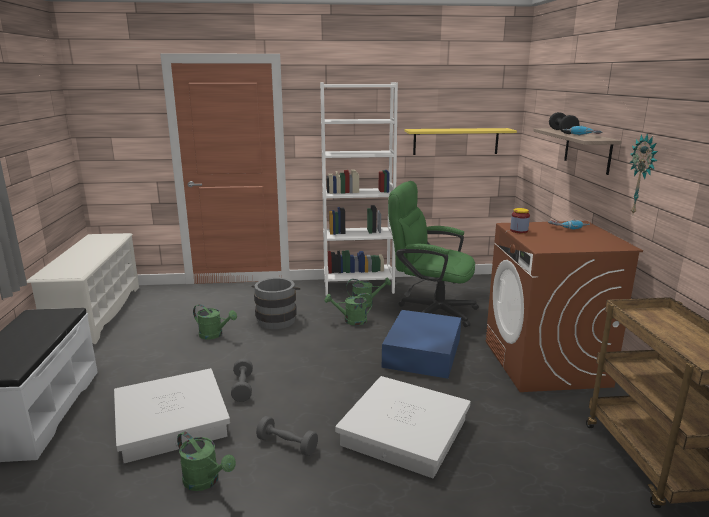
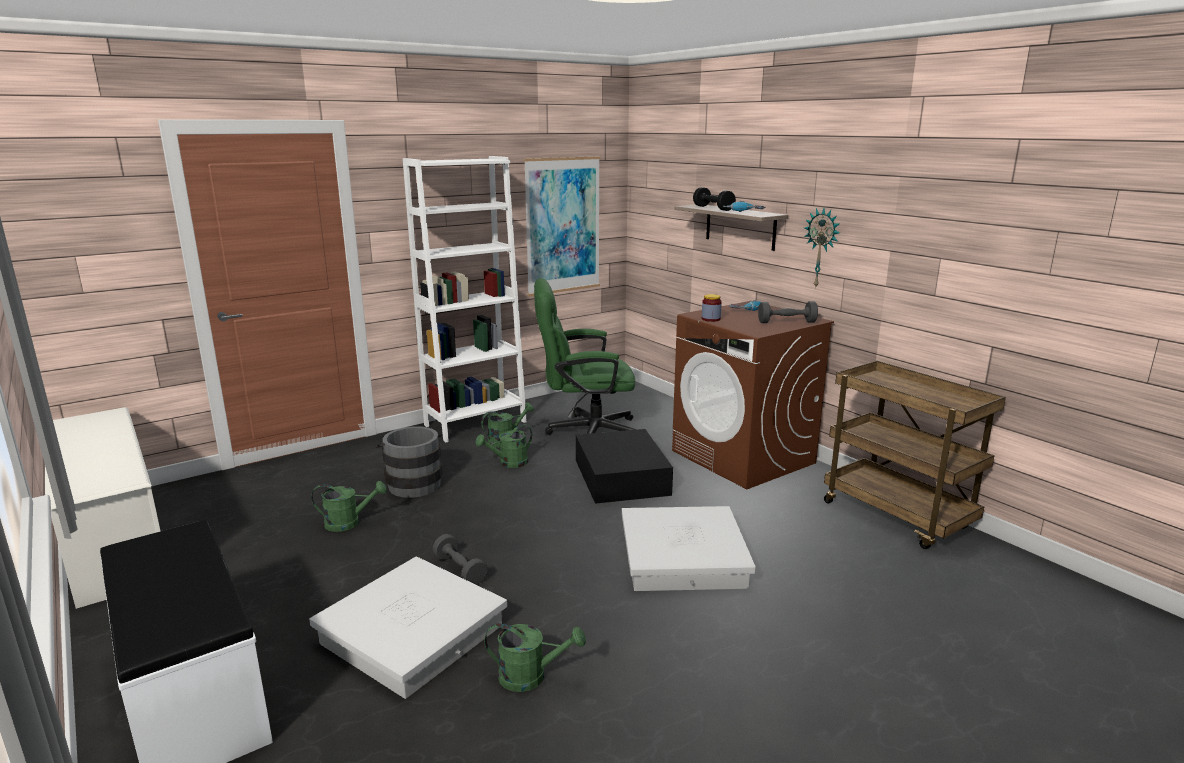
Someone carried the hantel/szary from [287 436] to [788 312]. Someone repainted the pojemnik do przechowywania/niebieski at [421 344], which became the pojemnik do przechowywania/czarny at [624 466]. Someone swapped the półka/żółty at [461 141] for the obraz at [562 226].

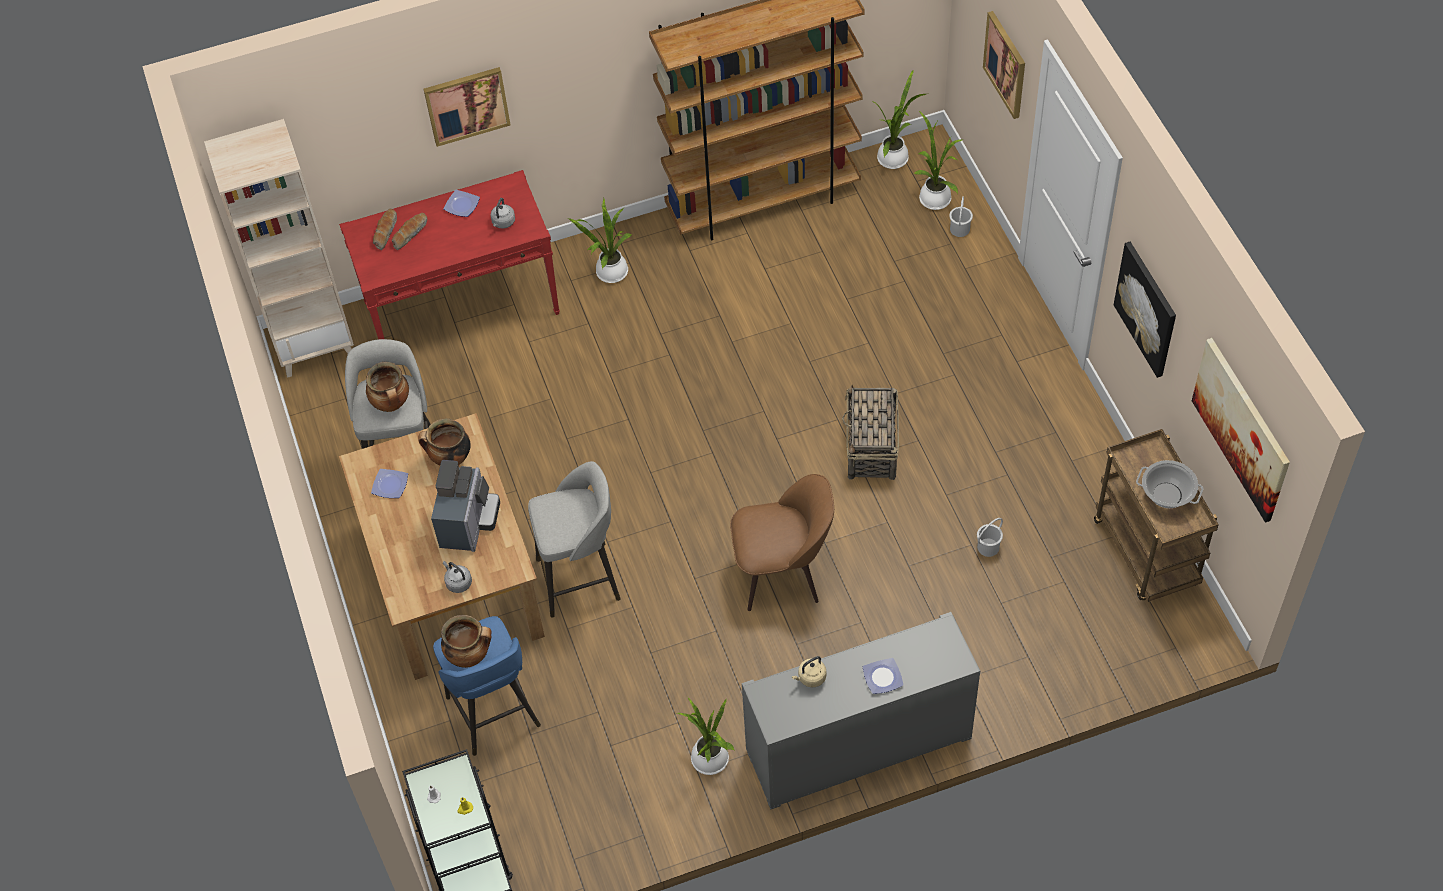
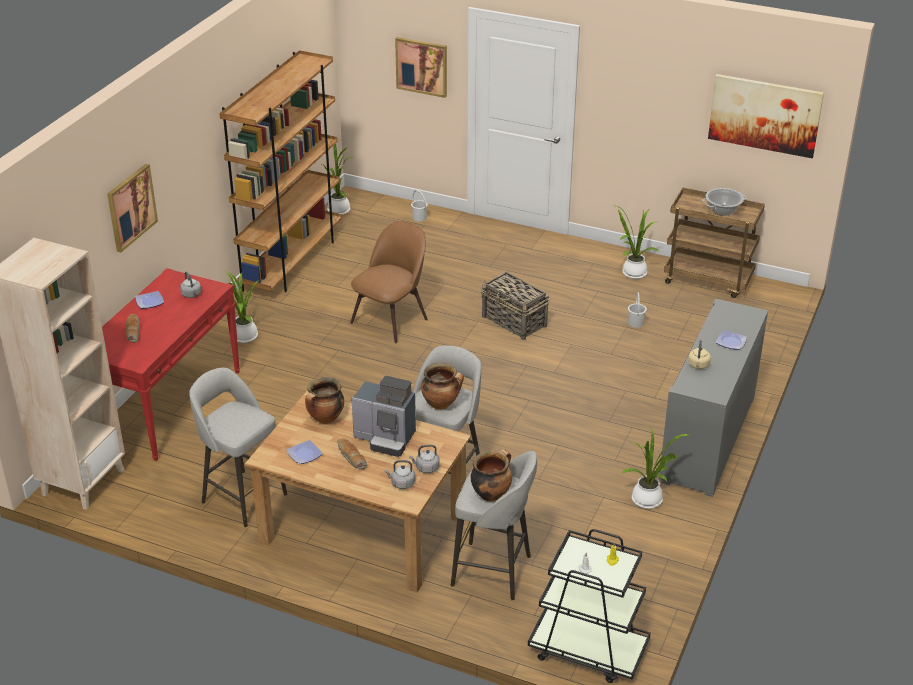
Someone carried the garnek from [387 387] to [442 386]. Someone carried the chleb from [385 229] to [352 454]. Someone rotated the ekspres do kawy at [465 506] by 150 degrees clockwise. Someone repainted the stołek/niebieski at [487 686], which became the stołek/szary at [494 525]. Someone carried the krzesło/brązowy from [782 542] to [389 282]. Someone carried the roślina doniczkowa from [938 160] to [635 242]. Someone took away the obraz at [1145 310]. Someone put down the czajnik/szary at [399 474].

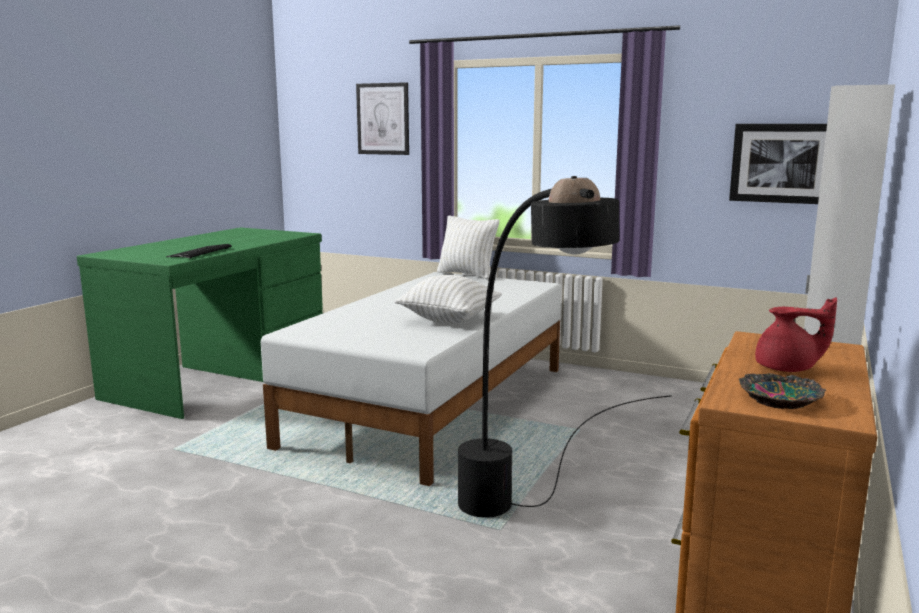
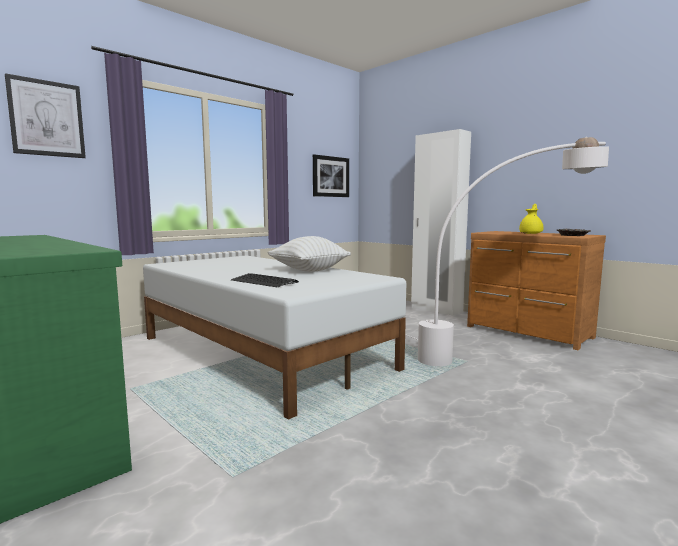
Someone carried the klawiatura from [199 251] to [265 280]. Someone took away the poduszka/biały at [468 247]. Someone repainted the lampa stojąca/czarny at [565 347], which became the lampa stojąca/biały at [507 251]. Someone repainted the imbryk/czerwony at [796 334], which became the imbryk/żółty at [531 219].

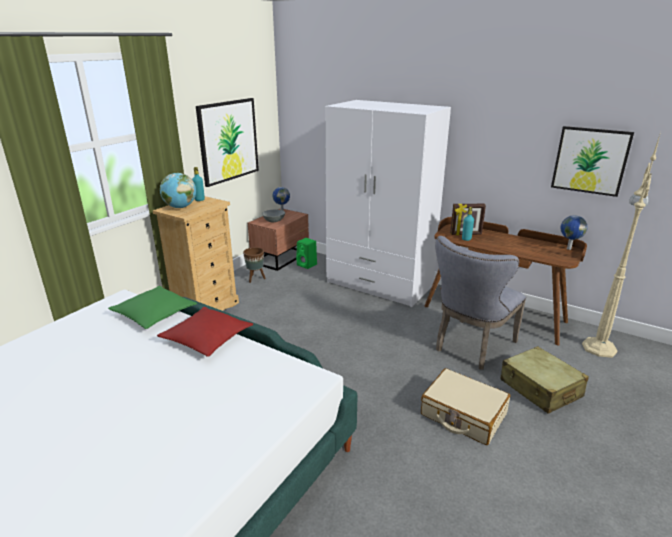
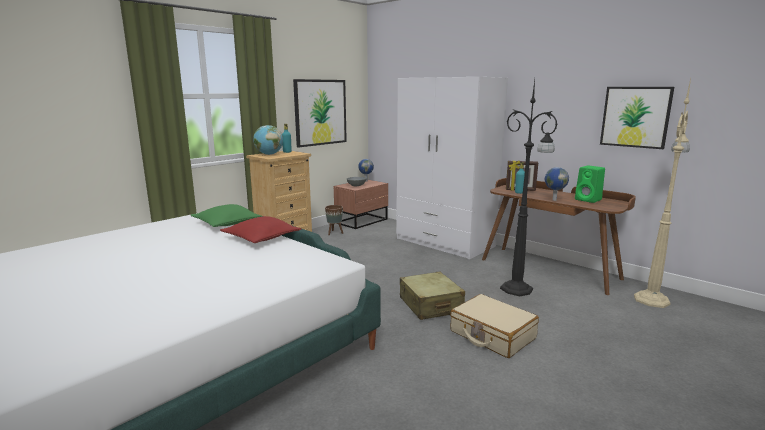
Someone carried the głośnik/zielony from [306 253] to [590 184]. Someone swapped the krzesło/szary at [480 303] for the lampa stojąca/czarny at [529 188]. Someone carried the walizka/beżowy from [544 380] to [432 295]. Someone carried the globus from [574 232] to [557 184].

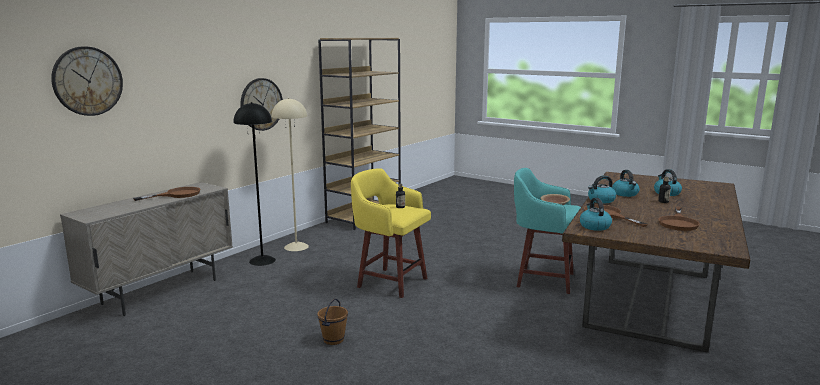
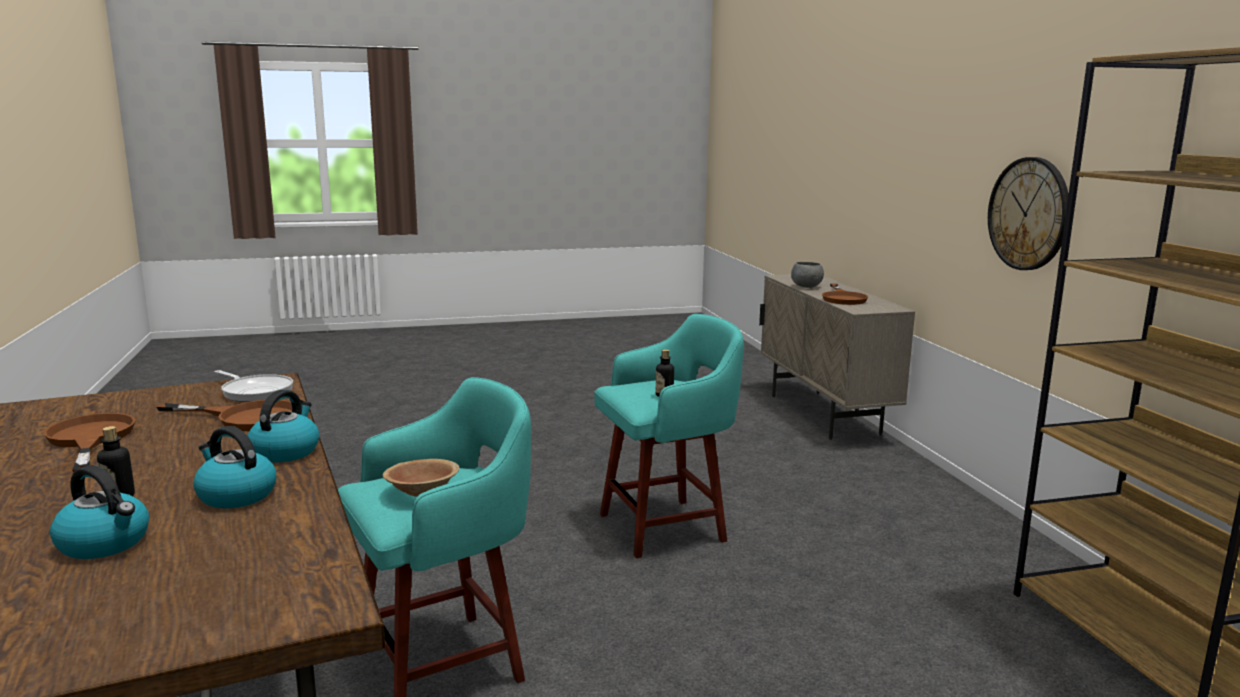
Someone took away the zegar ścienny at [87 81]. Someone took away the lampa stojąca/czarny at [255 184]. Someone took away the lampa stojąca/beżowy at [290 174]. Someone took away the wiadro/brązowy at [332 322]. Someone repainted the stołek/żółty at [391 233], which became the stołek/turkusowy at [669 436]. Someone swapped the czajnik at [596 214] for the patelnia at [254 386]. Someone put down the miska/szary at [807 275].

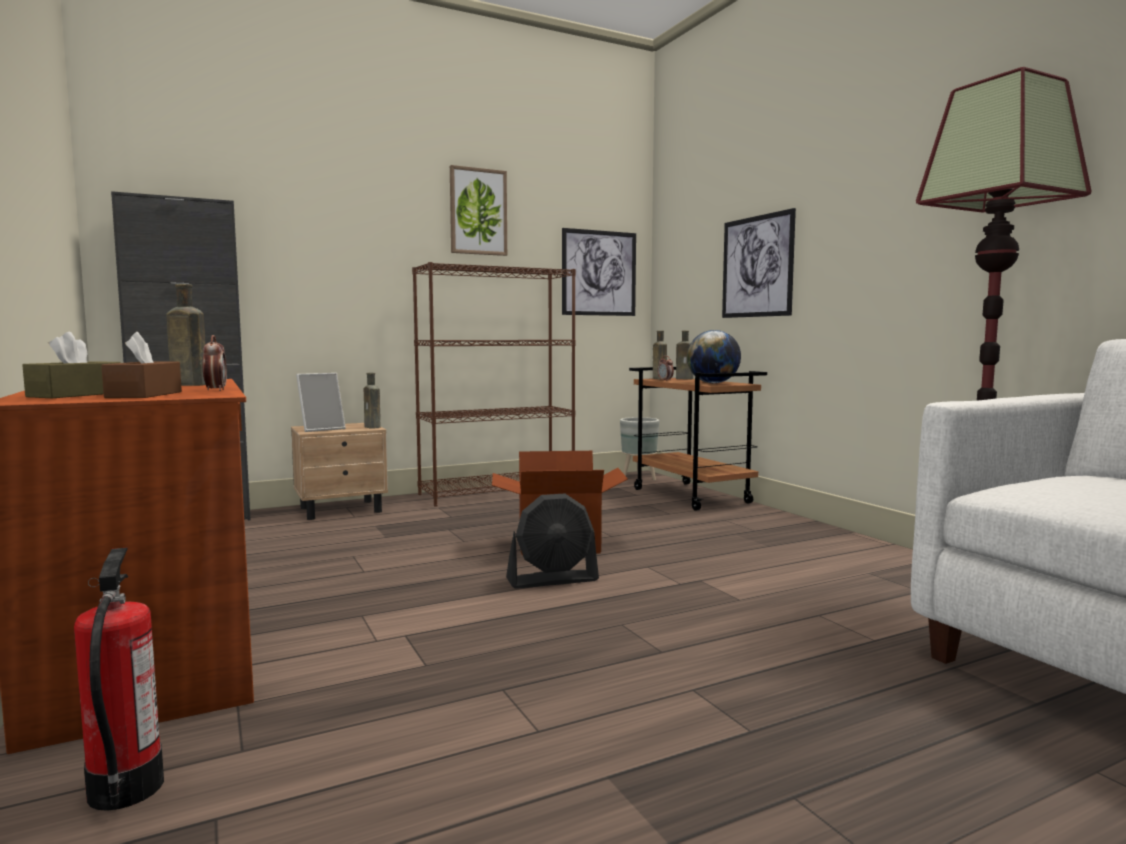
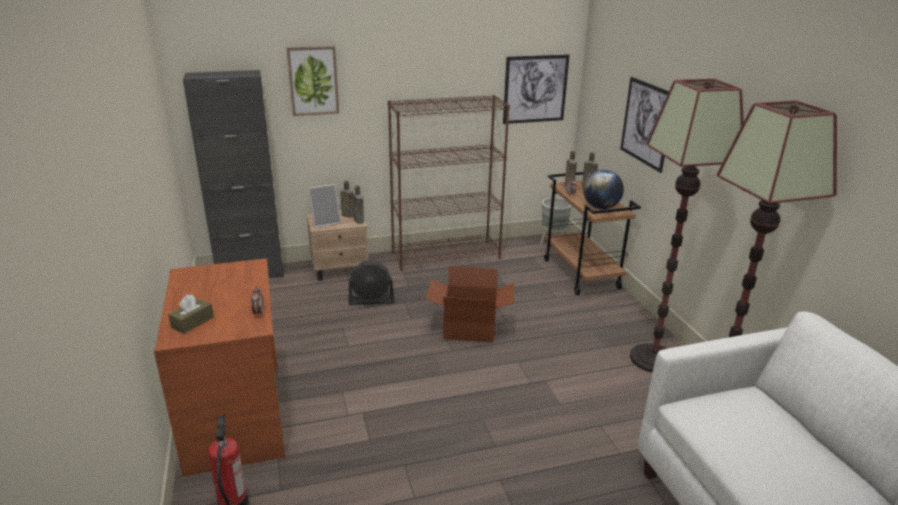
Someone took away the pudełko chusteczek/brązowy at [141 365]. Someone carried the butelka/brązowy from [186 335] to [347 199]. Someone carried the obraz from [478 210] to [313 81]. Someone carried the wentylator/czarny from [552 541] to [371 282]. Someone put down the lampa stojąca at [687 226].

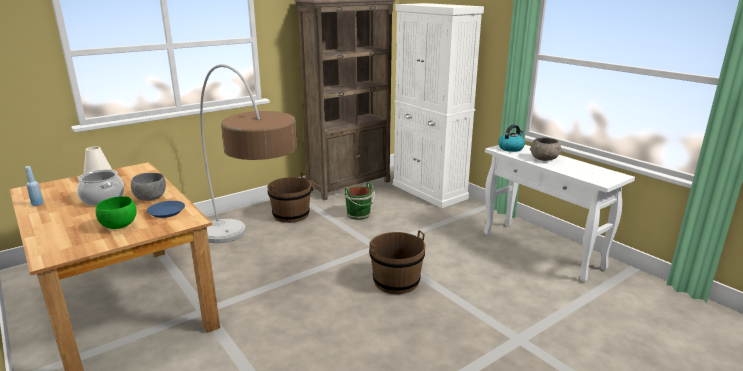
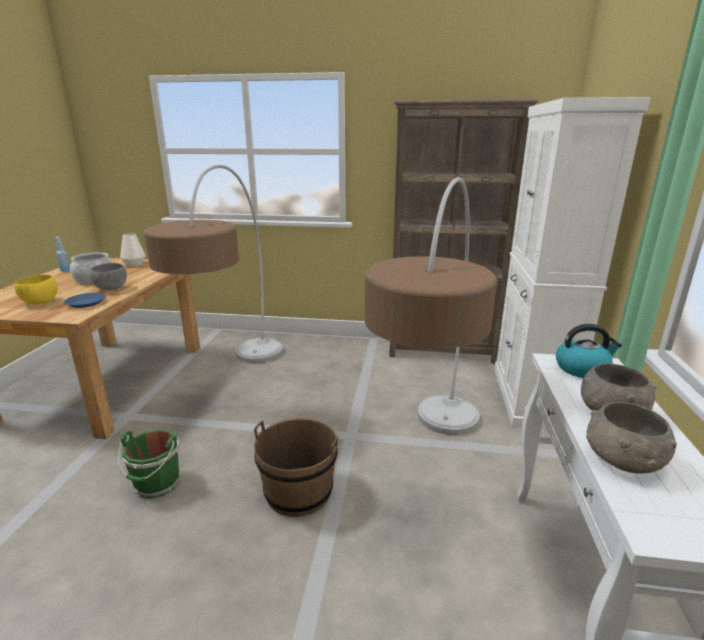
Someone repainted the miska/zielony at [116 212], which became the miska/żółty at [36 290]. Someone took away the wiadro/brązowy at [289 197]. Someone carried the wiadro/zielony from [359 201] to [149 464]. Someone put down the lampa stojąca at [431 306]. Someone put down the miska/szary at [631 438].

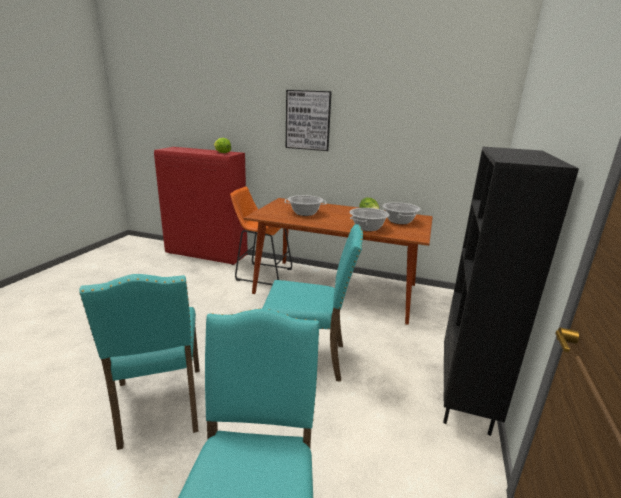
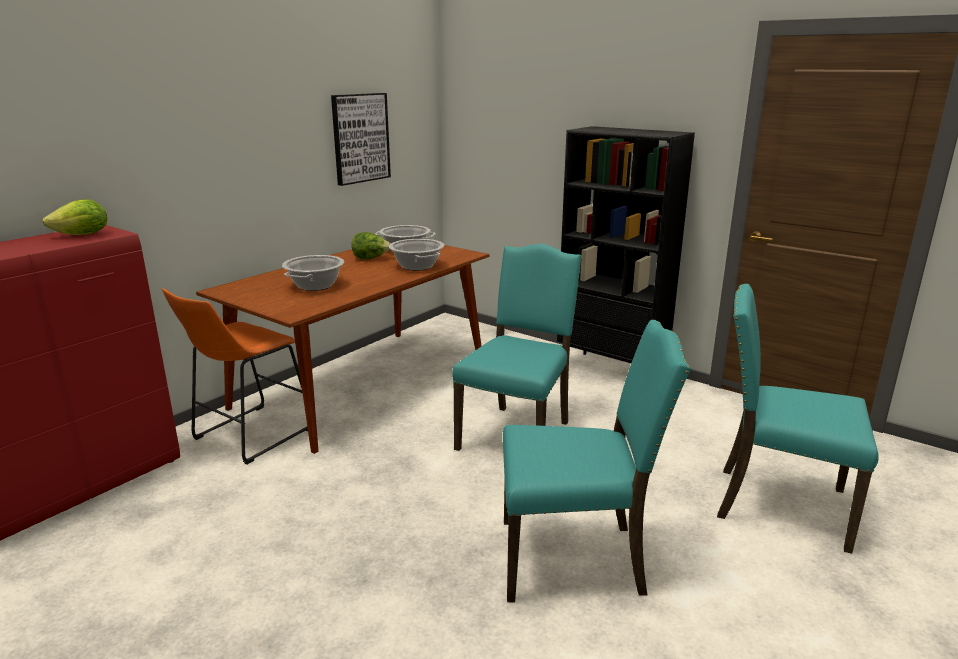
Someone carried the obraz from [309 120] to [361 139].

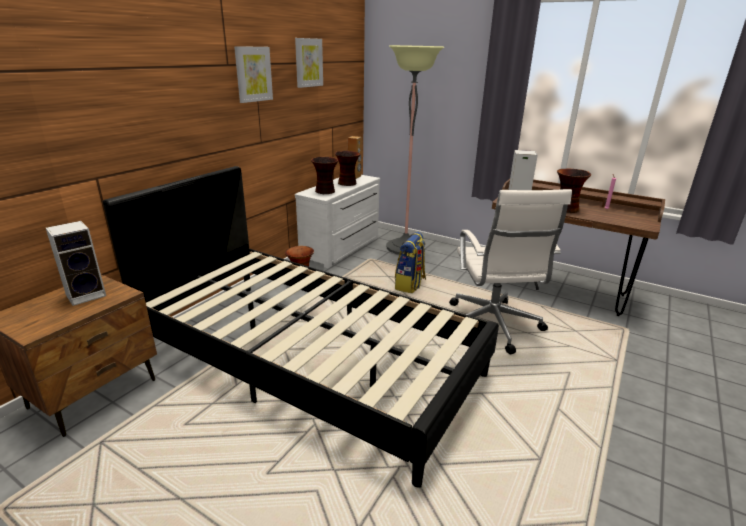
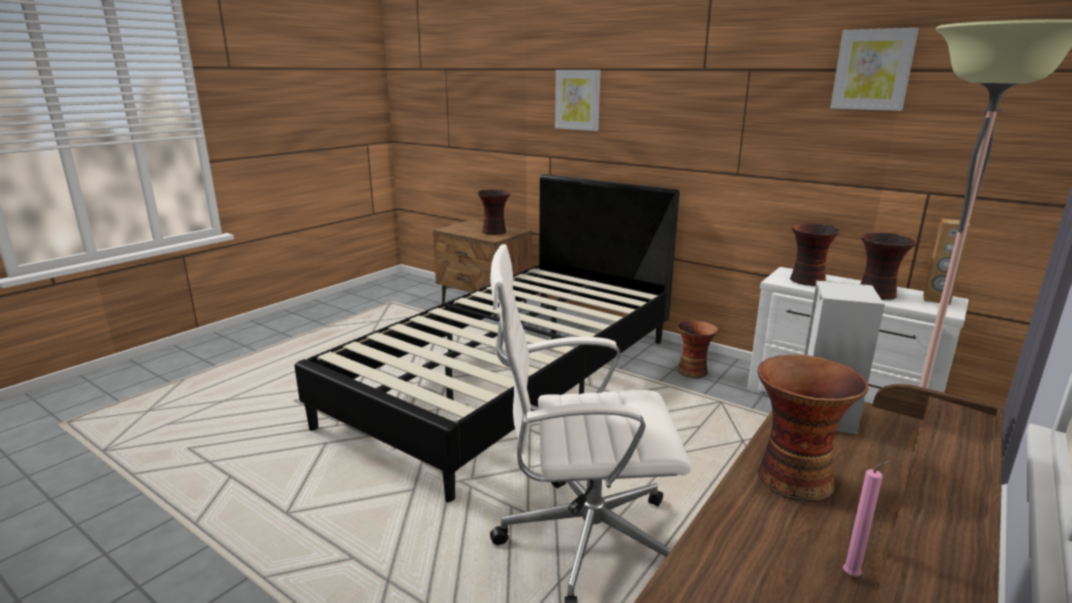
Someone swapped the głośnik at [76 263] for the wazon at [494 212]. Someone carried the obraz from [253 74] to [578 100]. Someone took away the plecak at [410 262].

